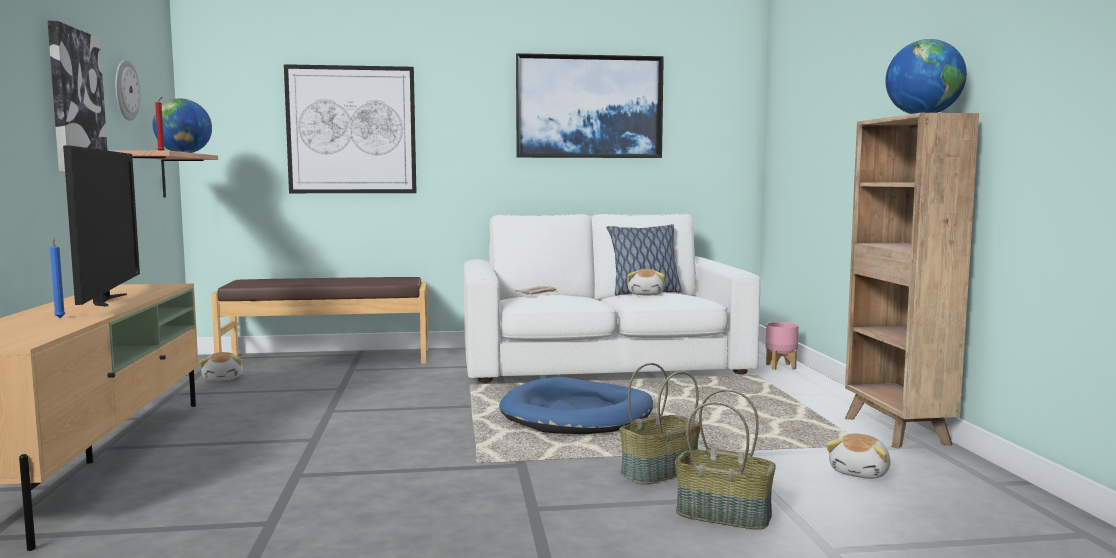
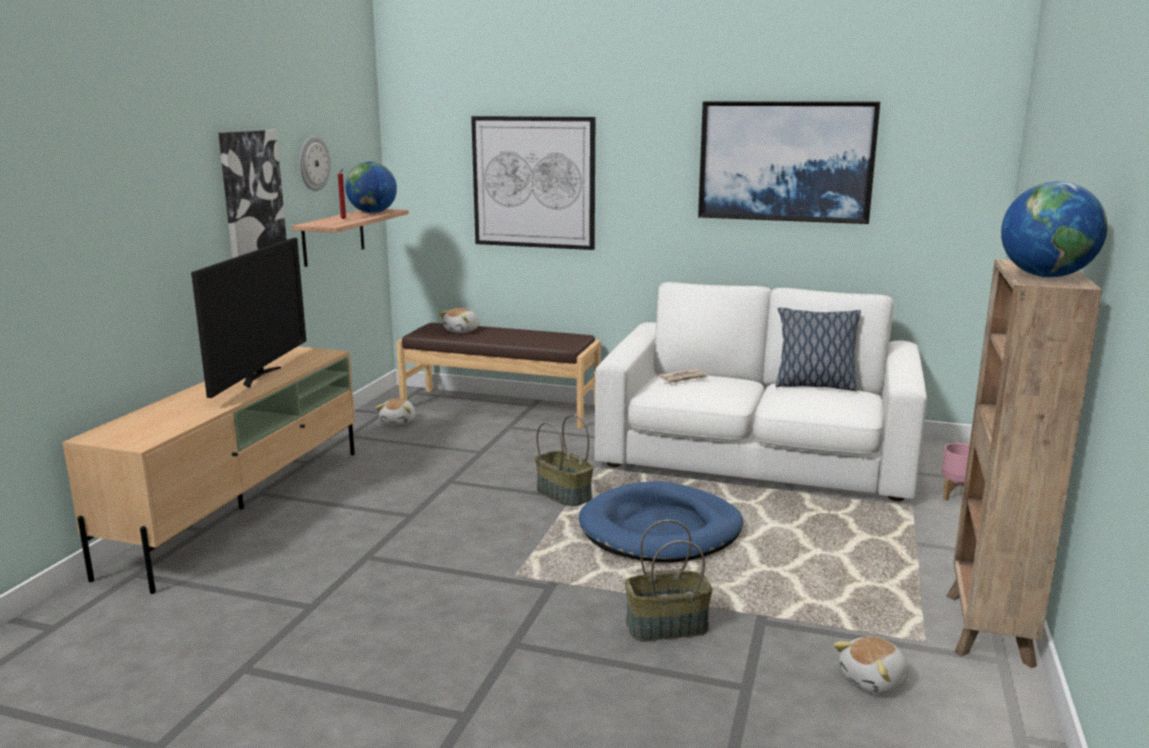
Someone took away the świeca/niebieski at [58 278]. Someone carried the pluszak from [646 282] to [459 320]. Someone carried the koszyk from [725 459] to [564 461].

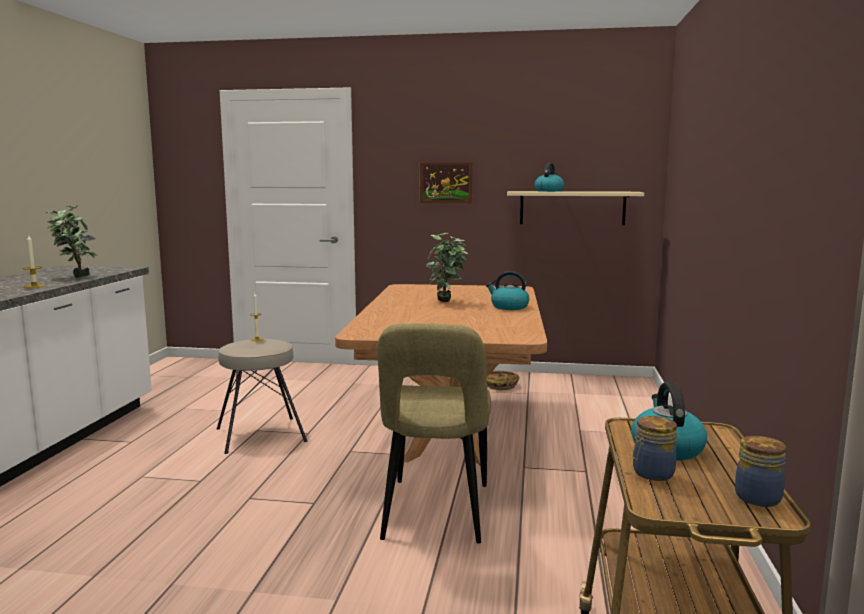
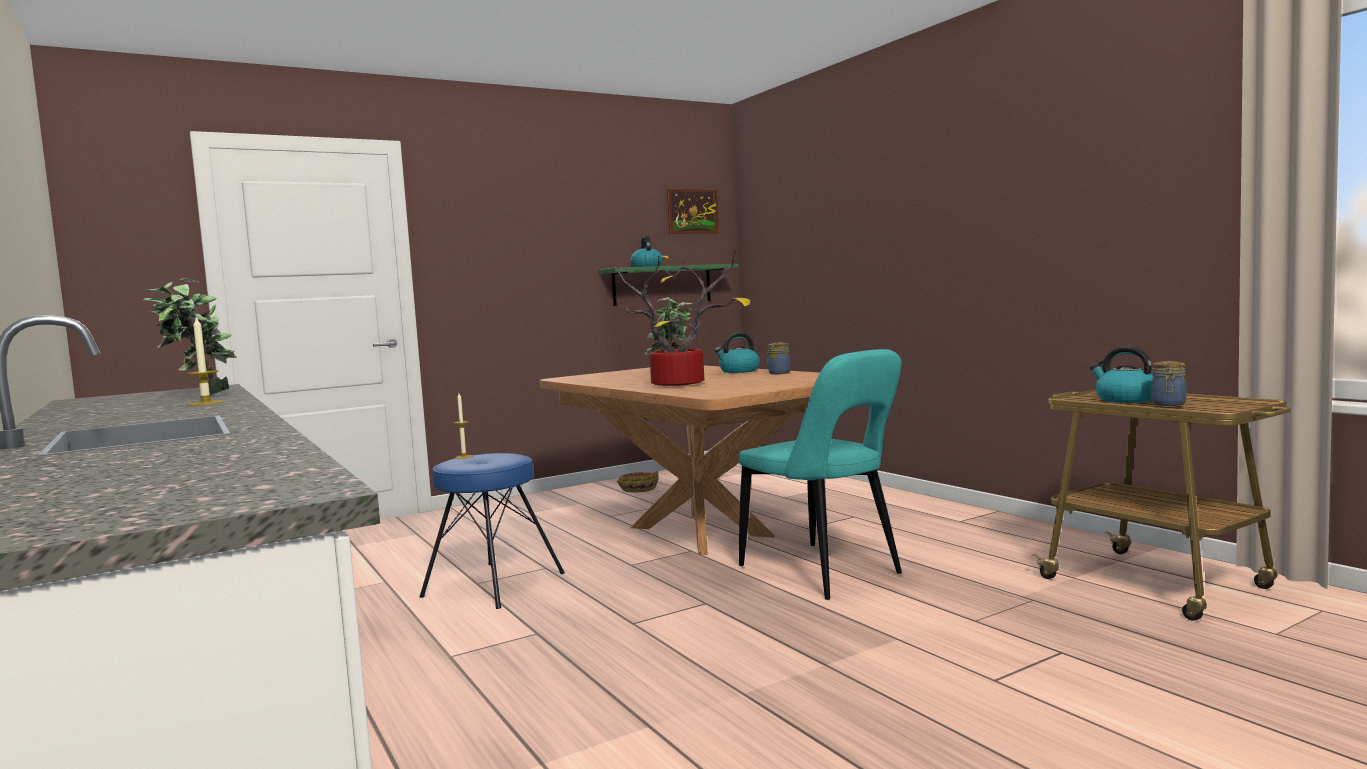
Someone repainted the stołek/beżowy at [262 396], which became the stołek/niebieski at [492 531]. Someone repainted the krzesło/beżowy at [434 433], which became the krzesło/turkusowy at [820 474]. Someone carried the obraz from [446 182] to [693 211]. Someone repainted the półka/beżowy at [575 208], which became the półka/zielony at [668 285]. Someone carried the słoik from [760 471] to [779 358]. Someone put down the roślina doniczkowa at [682 317].

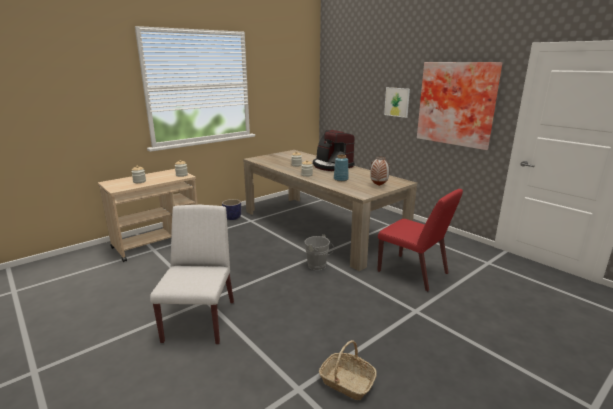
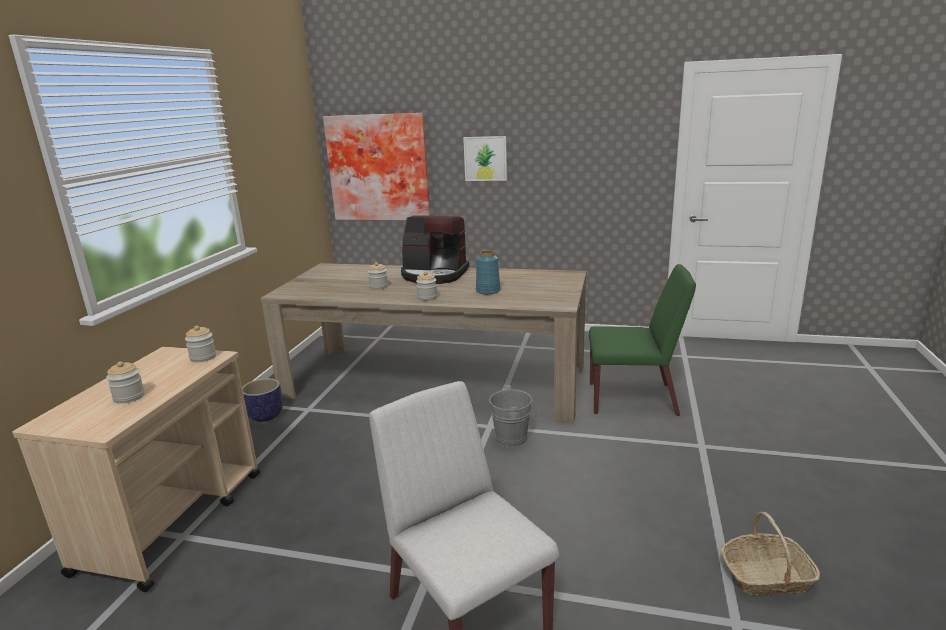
Someone took away the wazon at [380 171]. Someone repainted the krzesło/czerwony at [420 240], which became the krzesło/zielony at [642 340]. Someone carried the obraz from [459 106] to [376 166].

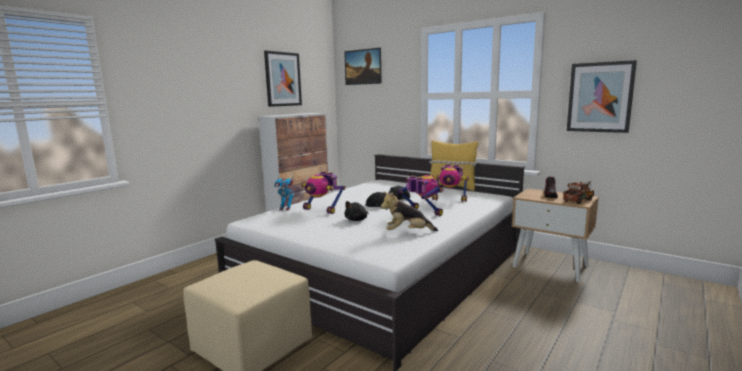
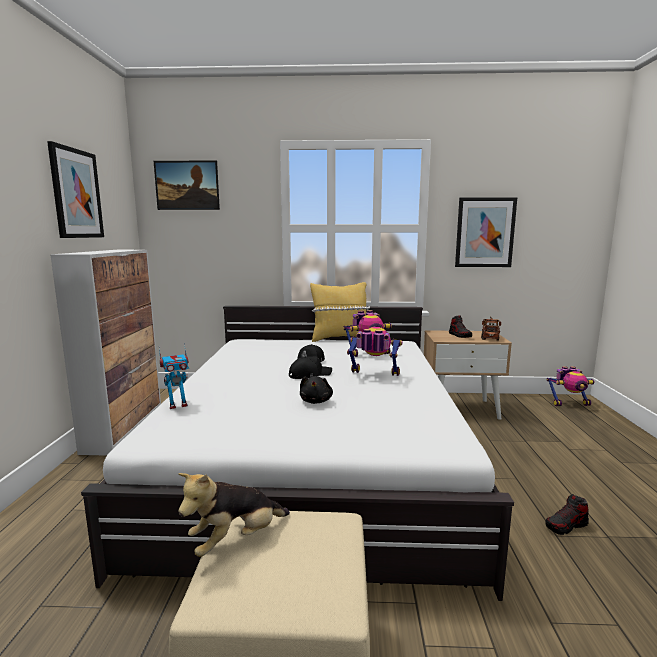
Someone carried the robot zabawkowy from [323 192] to [571 386]. Someone carried the pluszak from [409 211] to [234 515]. Someone put down the but at [567 514].

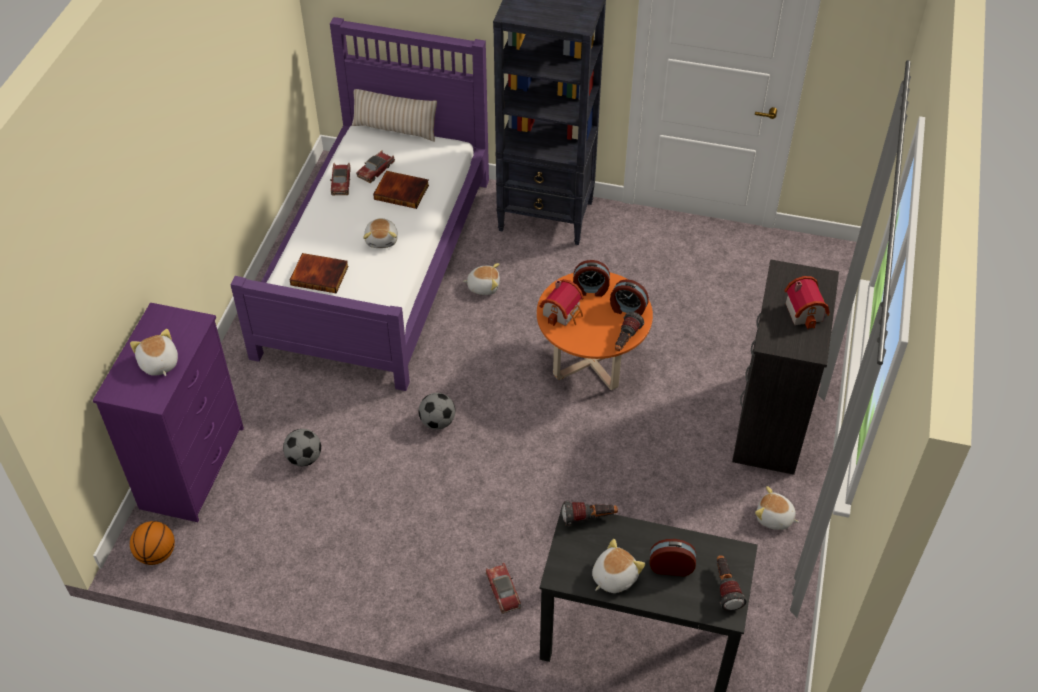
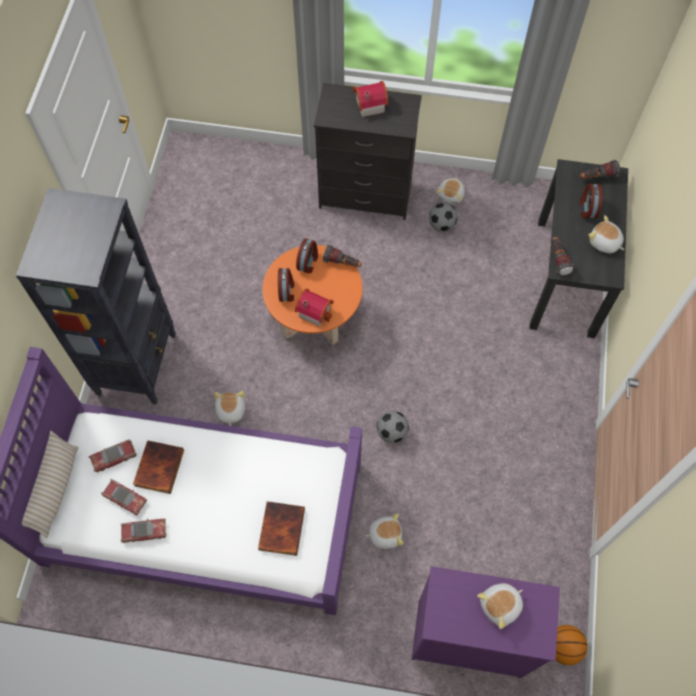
Someone carried the piłka futbolowa from [302 447] to [443 217]. Someone carried the pluszak from [380 233] to [384 531]. Someone carried the samochodzik from [503 588] to [113 456].

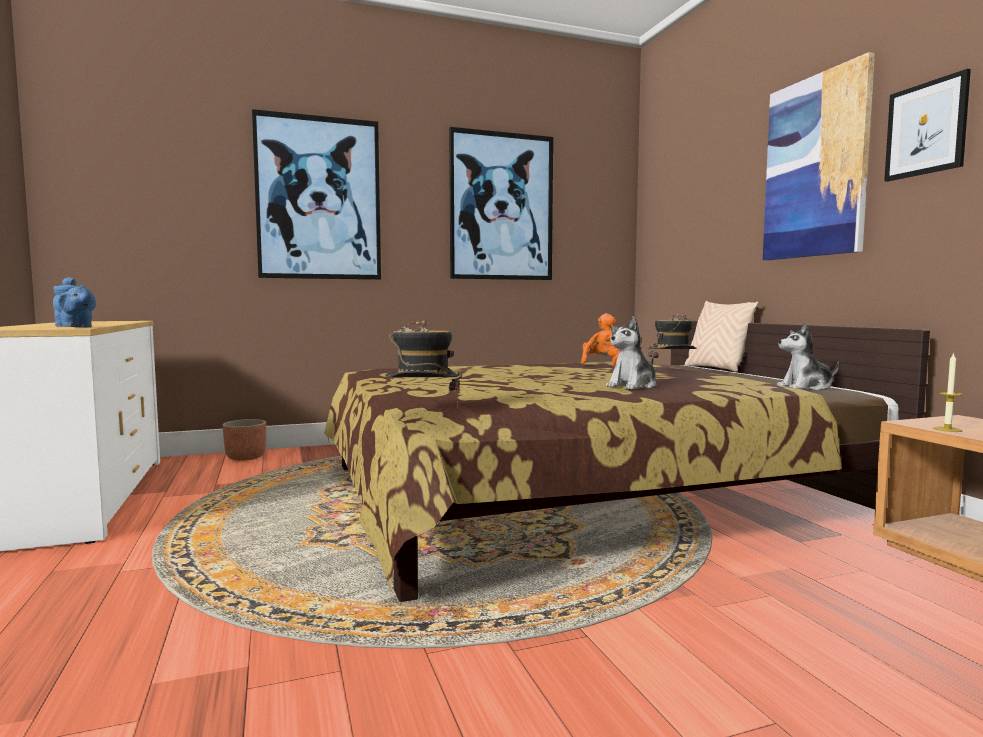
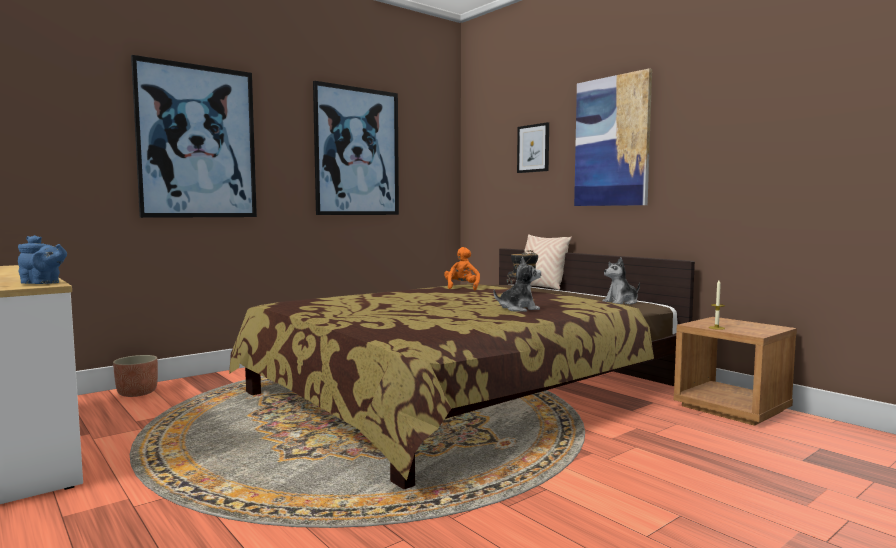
Someone took away the kapelusz at [423 364]. Someone rotated the pluszak at [631 353] by 135 degrees counterclockwise. Someone carried the obraz from [927 125] to [533 147].

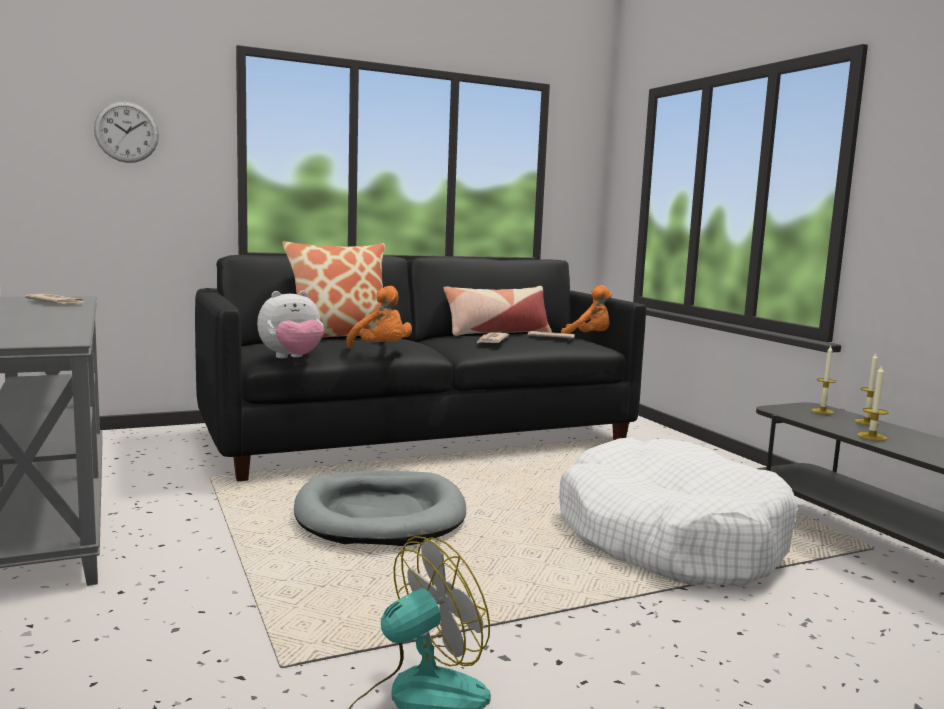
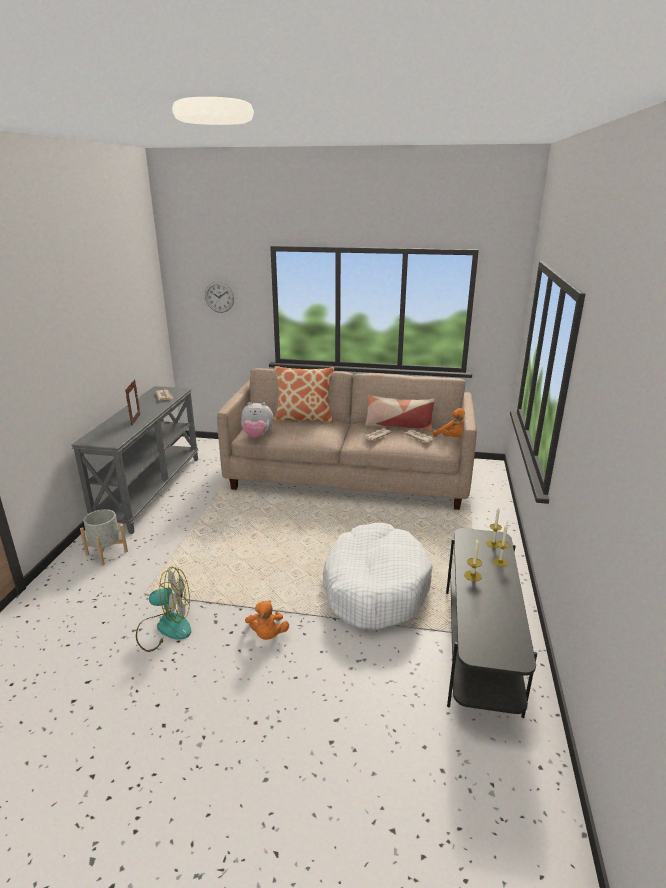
Someone repainted the kanapa/czarny at [420 368], which became the kanapa/beżowy at [347 439]. Someone took away the legowisko/szary at [380 508]. Someone carried the pluszak/pomarańczowy from [379 316] to [267 620]. Someone put down the donica/szary at [104 537]. Someone put down the ramka na zdjęcie at [132 402].

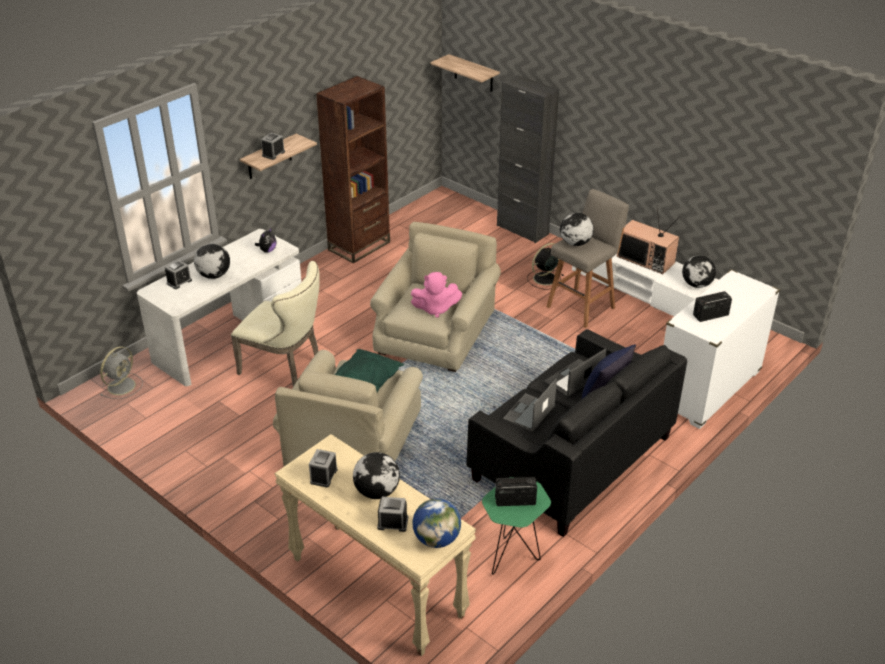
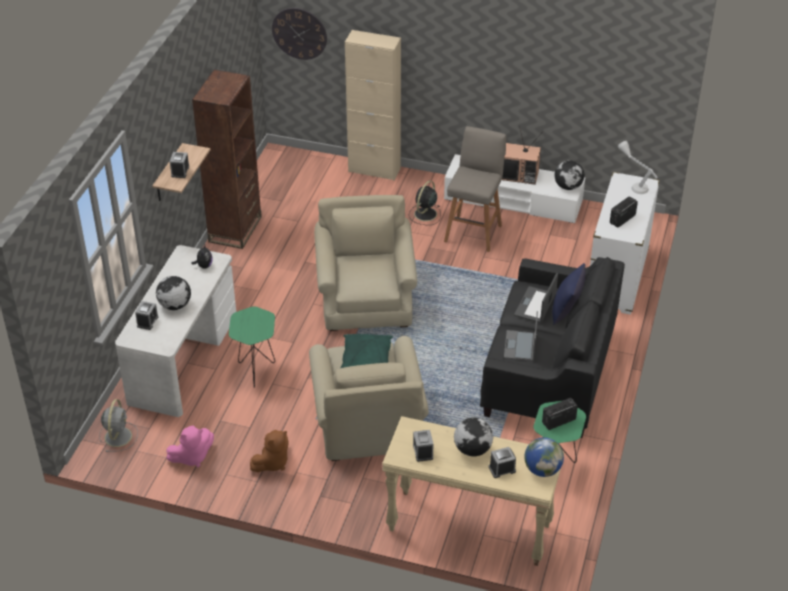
Someone swapped the krzesło/beżowy at [275 324] for the stolik/zielony at [252 347]. Someone carried the pluszak/różowy from [436 295] to [190 446]. Someone swapped the półka at [465 73] for the zegar ścienny at [299 34]. Someone repainted the szafka/czarny at [528 159], which became the szafka/beżowy at [373 105]. Someone took away the globus at [577 229]. Someone put down the pluszak/brązowy at [269 451]. Someone put down the lampa stołowa/szary at [638 167].

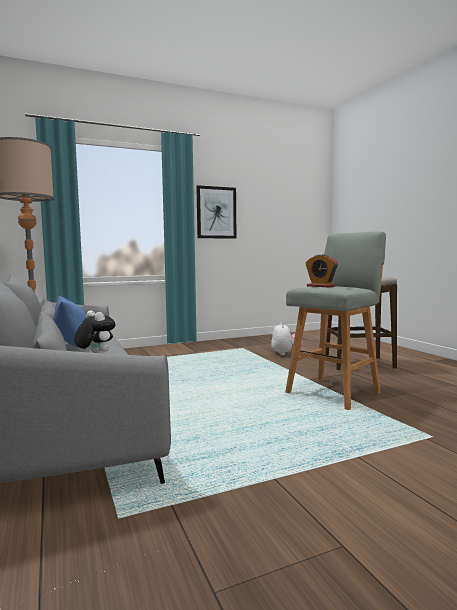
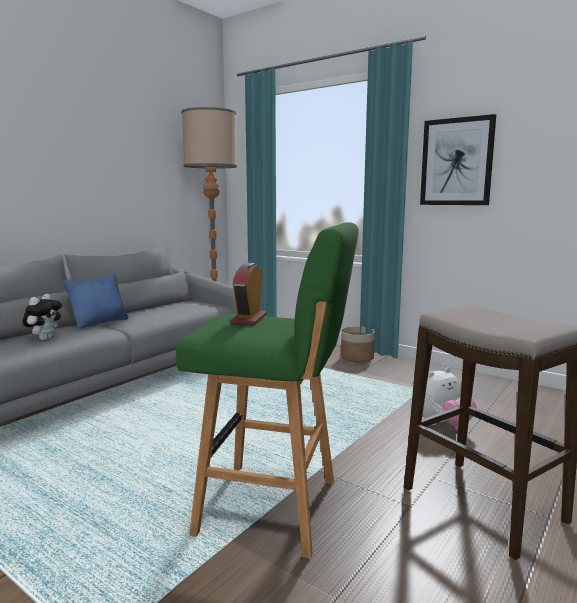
Someone repainted the stołek/szary at [335 320], which became the stołek/zielony at [267 390]. Someone put down the donica at [358 344].

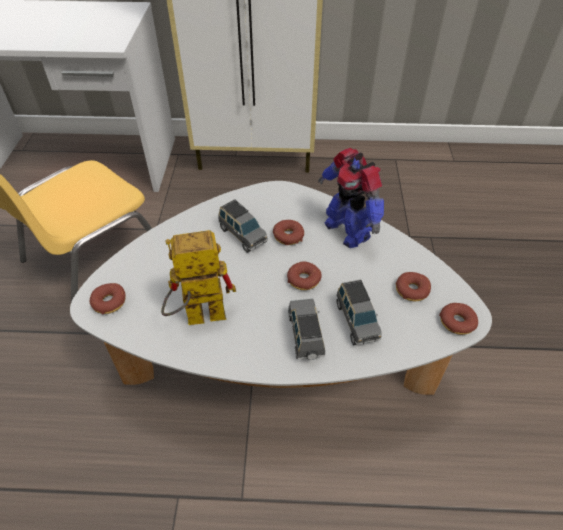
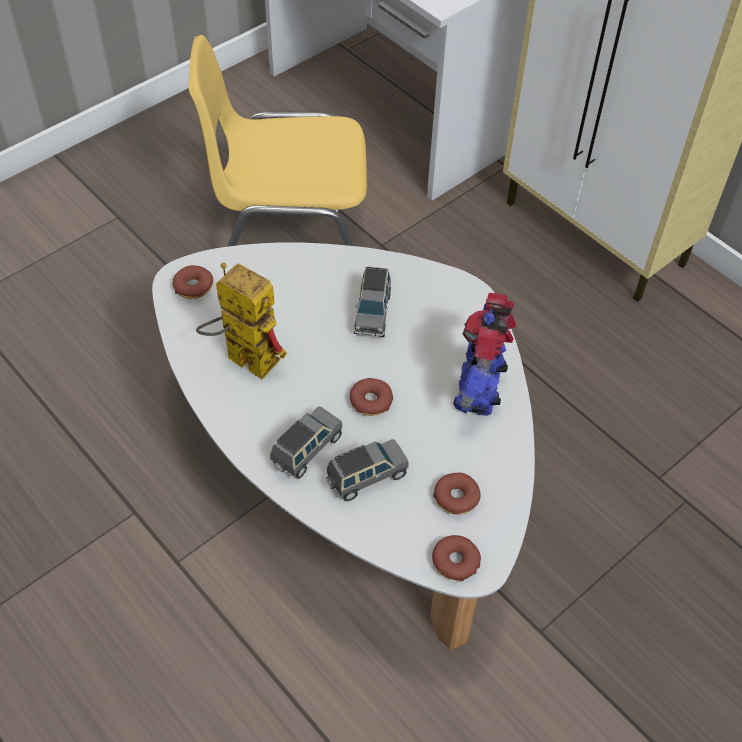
Someone took away the donut at [288 232]. Someone rotated the samochodzik/szary at [359 312] by 150 degrees counterclockwise.

